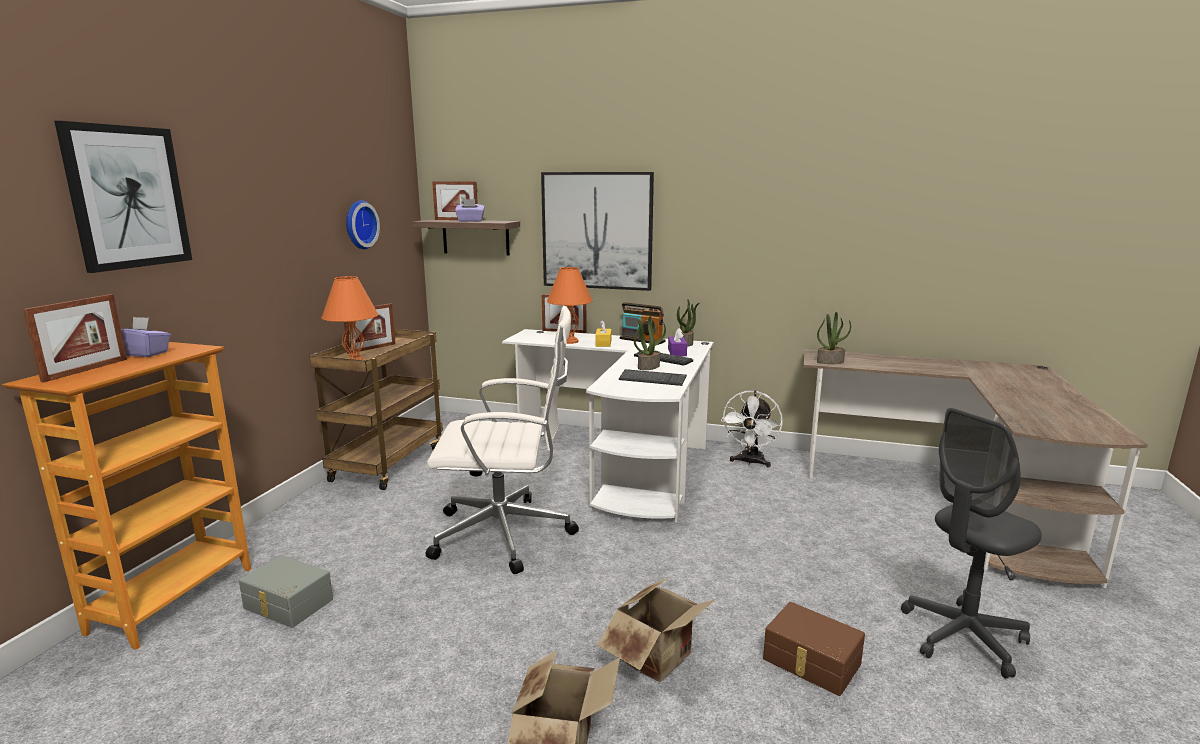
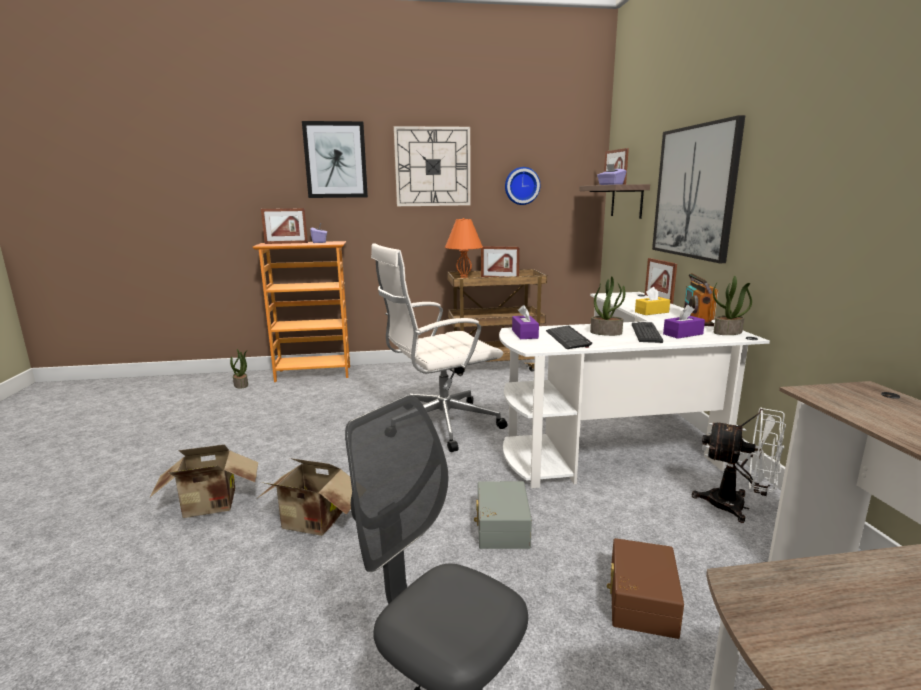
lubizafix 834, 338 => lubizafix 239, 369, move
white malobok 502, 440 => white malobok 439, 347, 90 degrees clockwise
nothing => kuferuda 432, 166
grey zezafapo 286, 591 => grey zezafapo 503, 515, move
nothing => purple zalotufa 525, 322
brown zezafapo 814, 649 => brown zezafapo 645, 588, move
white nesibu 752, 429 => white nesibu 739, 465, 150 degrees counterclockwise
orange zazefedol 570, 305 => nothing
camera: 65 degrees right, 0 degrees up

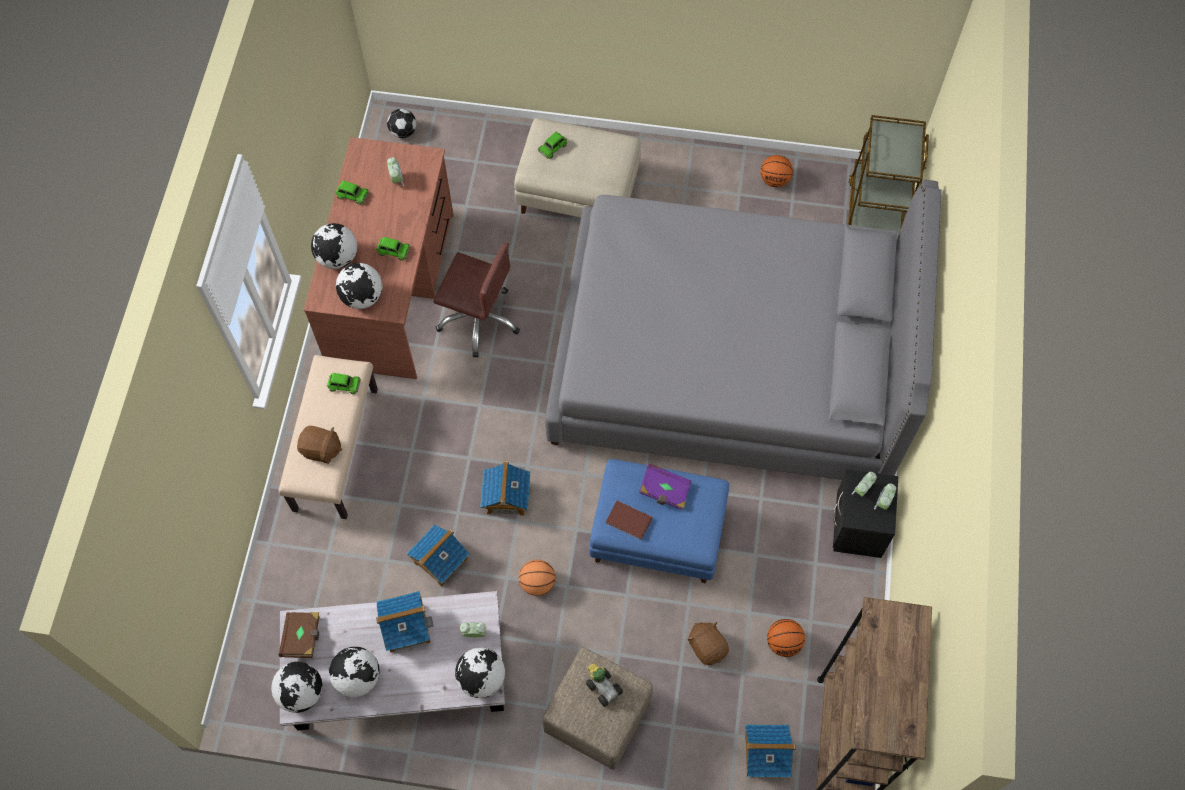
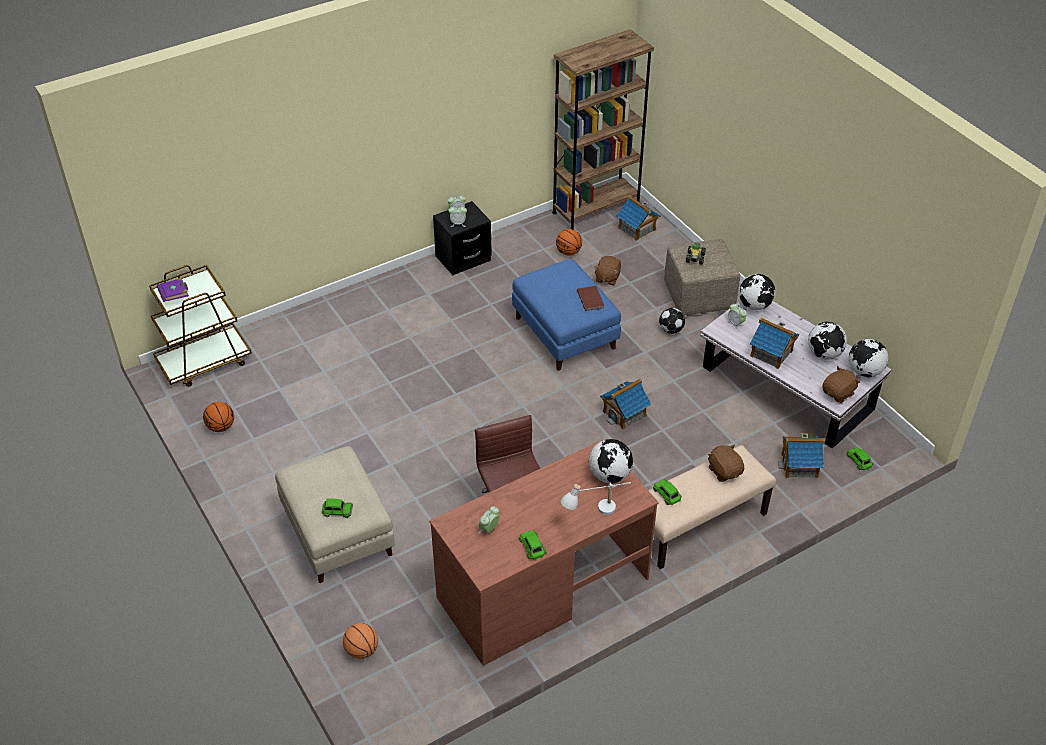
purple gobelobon 665, 486 => purple gobelobon 173, 290, move
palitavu 537, 578 => palitavu 360, 641, move
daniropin 334, 246 => white zazefedol 596, 498
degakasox 401, 123 => degakasox 672, 321, move
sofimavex 438, 555 => sofimavex 801, 455, move
brown gobelobon 299, 635 => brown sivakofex 841, 384
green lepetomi 393, 249 => green lepetomi 859, 458, move
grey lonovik 743, 330 => nothing
camera: 130 degrees left, 20 degrees down

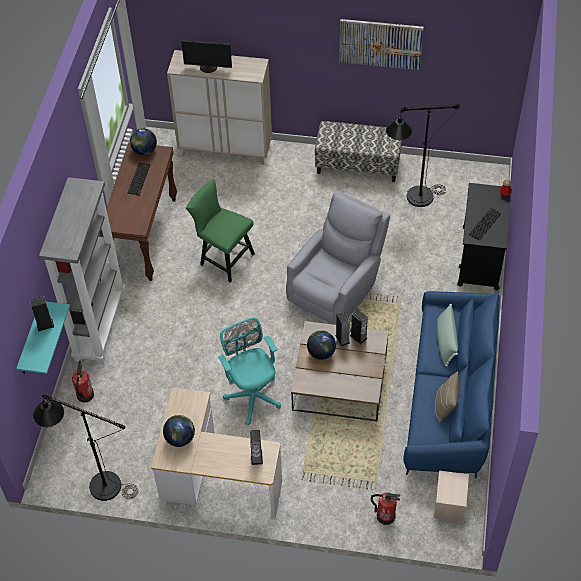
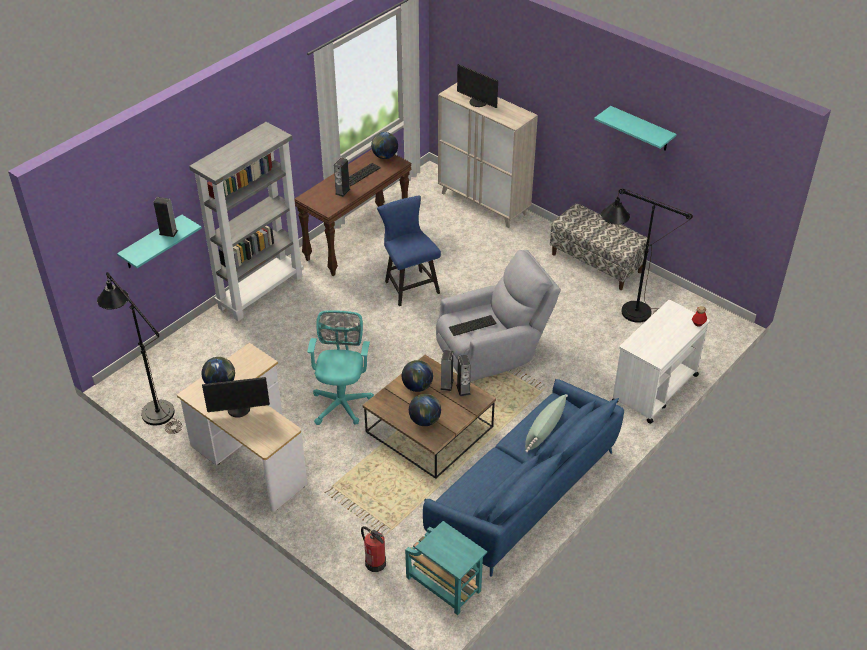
nothing => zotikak 236, 397
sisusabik 256, 447 => sisusabik 342, 177, move
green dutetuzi 220, 231 => blue dutetuzi 409, 251
beige zezafapo 451, 496 => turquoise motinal 446, 568
nothing => daniropin 425, 410
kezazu 485, 224 => kezazu 473, 325, move
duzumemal 381, 44 => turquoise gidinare 635, 128
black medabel 484, 236 => white medabel 661, 362
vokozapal 83, 381 => nothing
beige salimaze 447, 397 => nothing
camera: 30 degrees right, 10 degrees down

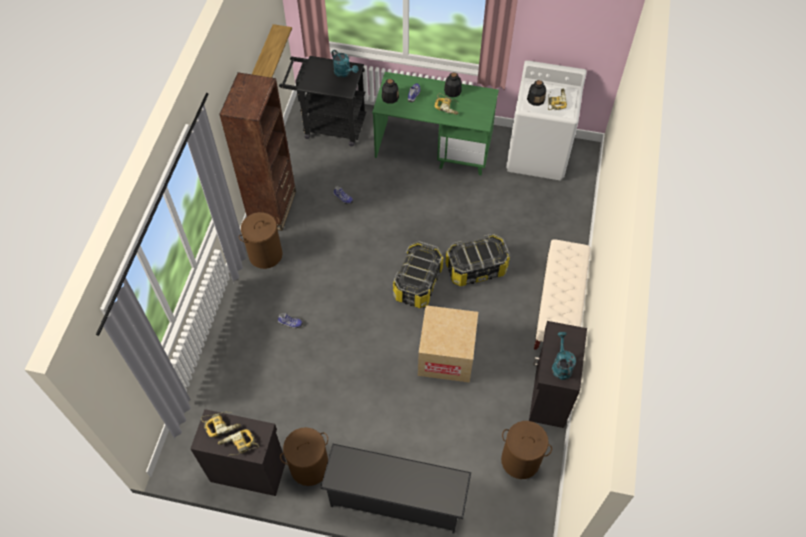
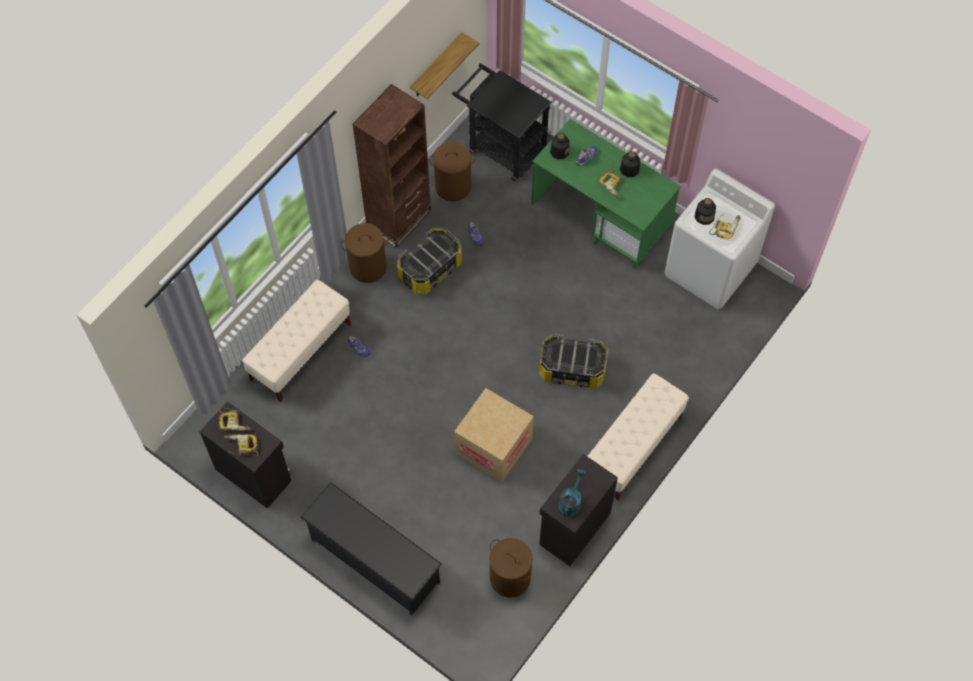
nothing => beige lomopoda 296, 341
zezafapo 418, 274 => zezafapo 429, 261, move
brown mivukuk 304, 456 => brown mivukuk 452, 171, move
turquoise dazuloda 345, 63 => nothing
camera: 25 degrees right, 5 degrees up

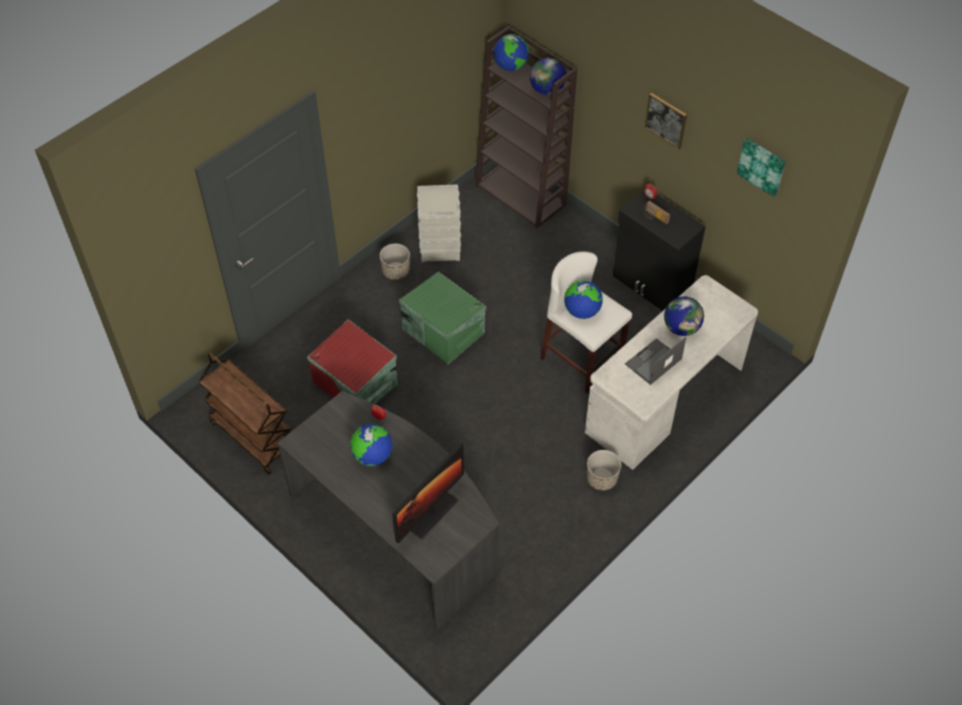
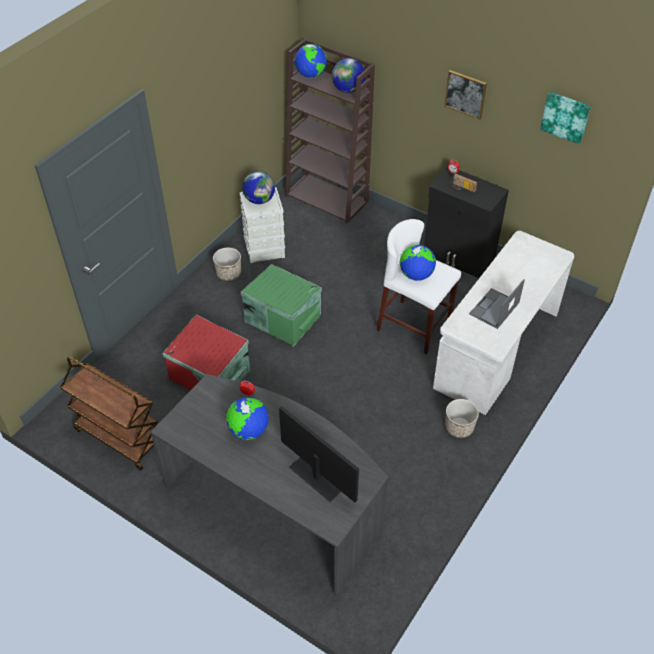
daniropin 684, 316 => daniropin 258, 187, move
zotikak 428, 493 => zotikak 319, 454, 75 degrees counterclockwise
camera: 10 degrees left, 5 degrees down

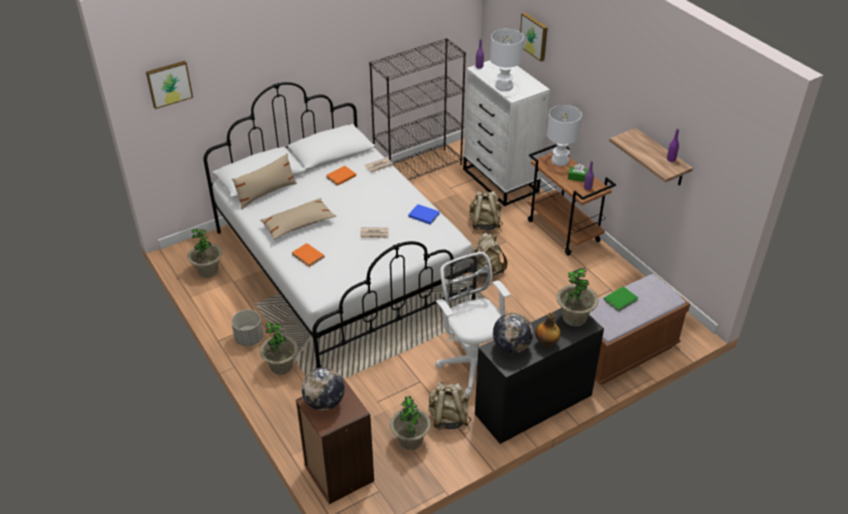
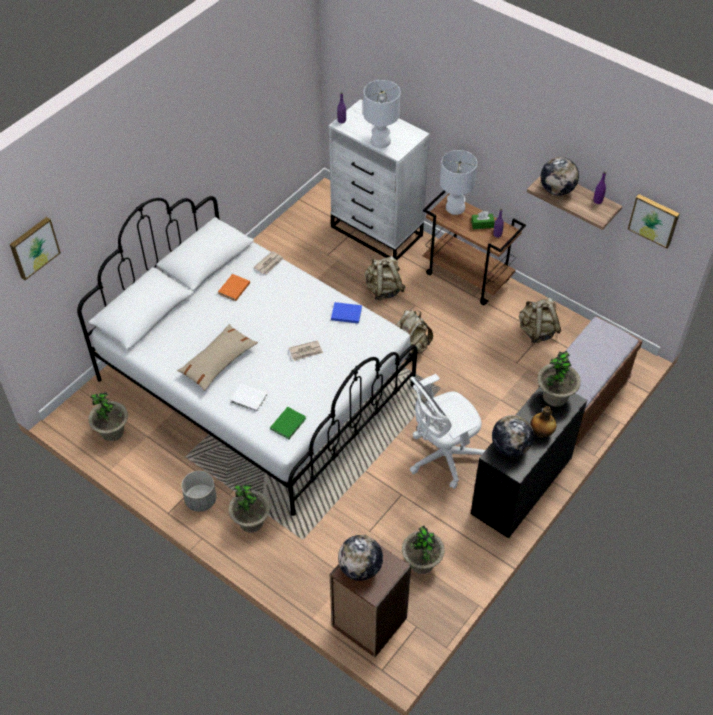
orange gobelobon 308, 255 => white gobelobon 249, 398
green gobelobon 621, 299 => green gobelobon 288, 423, move
white malobok 473, 324 => white malobok 448, 431, 75 degrees counterclockwise
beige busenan 449, 406 => beige busenan 540, 320, move
nothing => daniropin 559, 176
duzumemal 534, 36 => duzumemal 654, 221, move
beige salimaze 264, 181 => nothing
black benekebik 417, 109 => nothing
camera: 20 degrees left, 10 degrees up

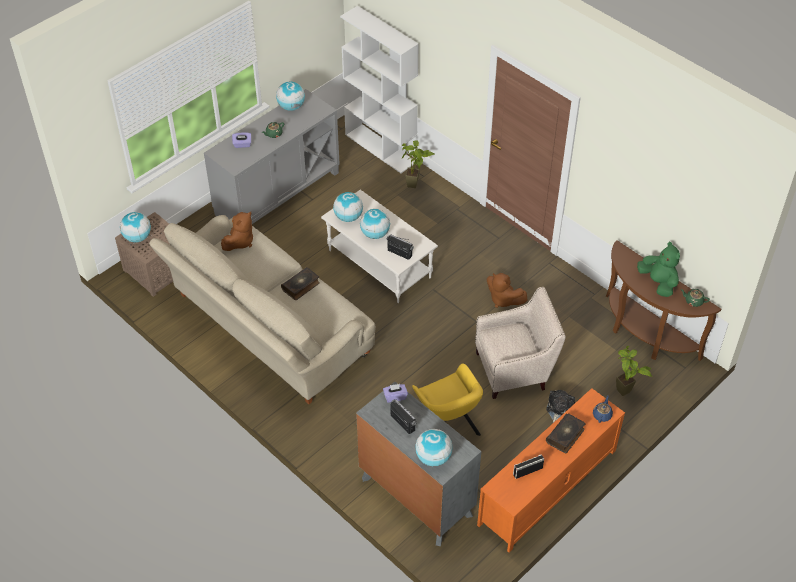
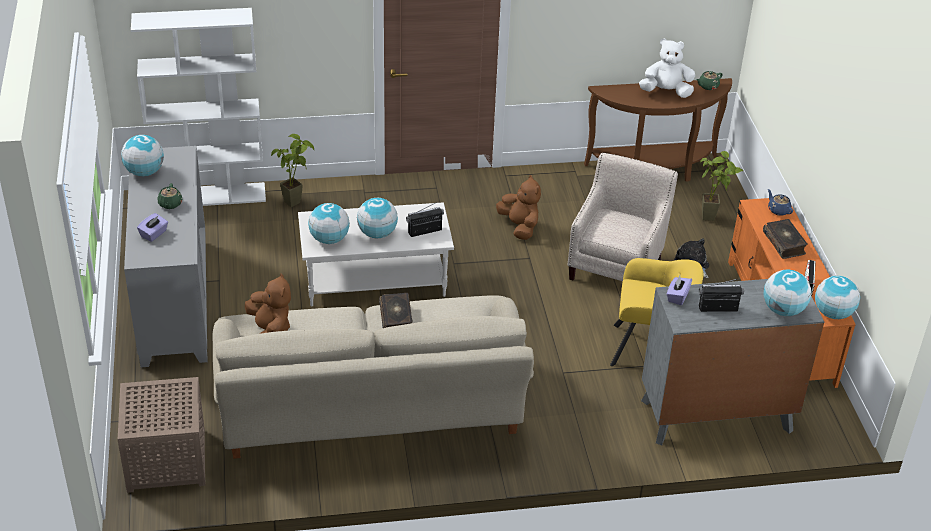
brown sivakofex 507, 290 => brown sivakofex 518, 207, 105 degrees counterclockwise
green sivakofex 658, 269 => white sivakofex 667, 68
daniropin 135, 227 => daniropin 837, 297, move
camera: 55 degrees left, 10 degrees down

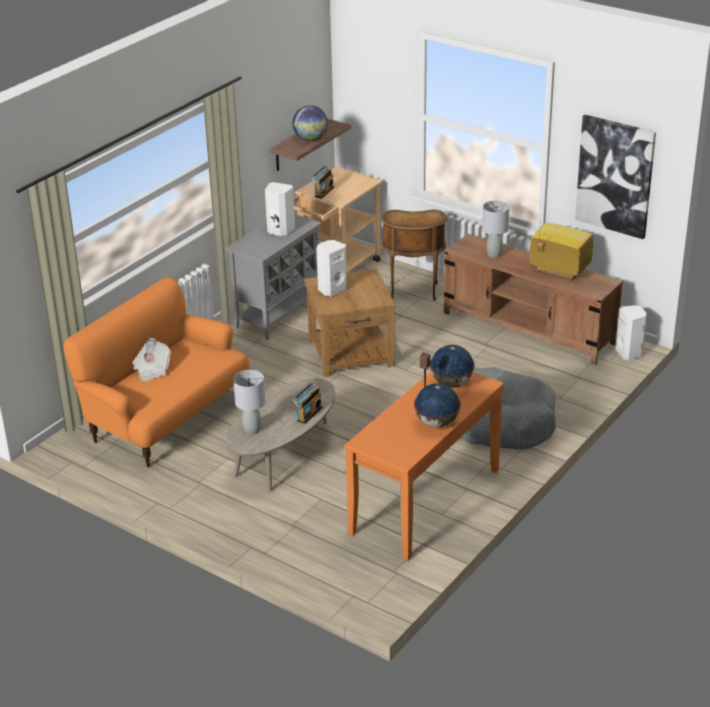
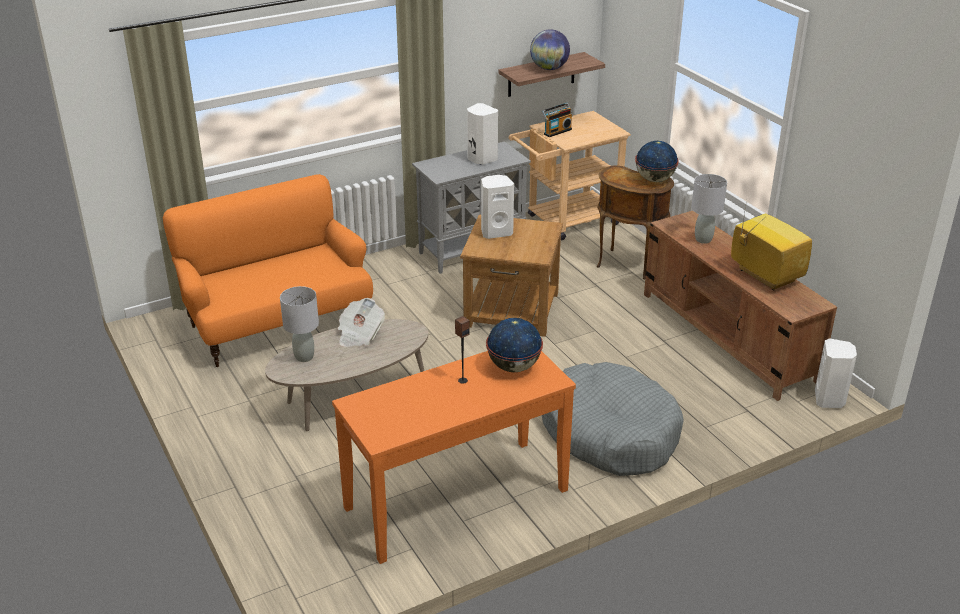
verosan 151, 359 => verosan 361, 322, move
daniropin 437, 405 => daniropin 657, 161, move
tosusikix 307, 403 => nothing
duzumemal 615, 177 => nothing
camera: 25 degrees right, 0 degrees up

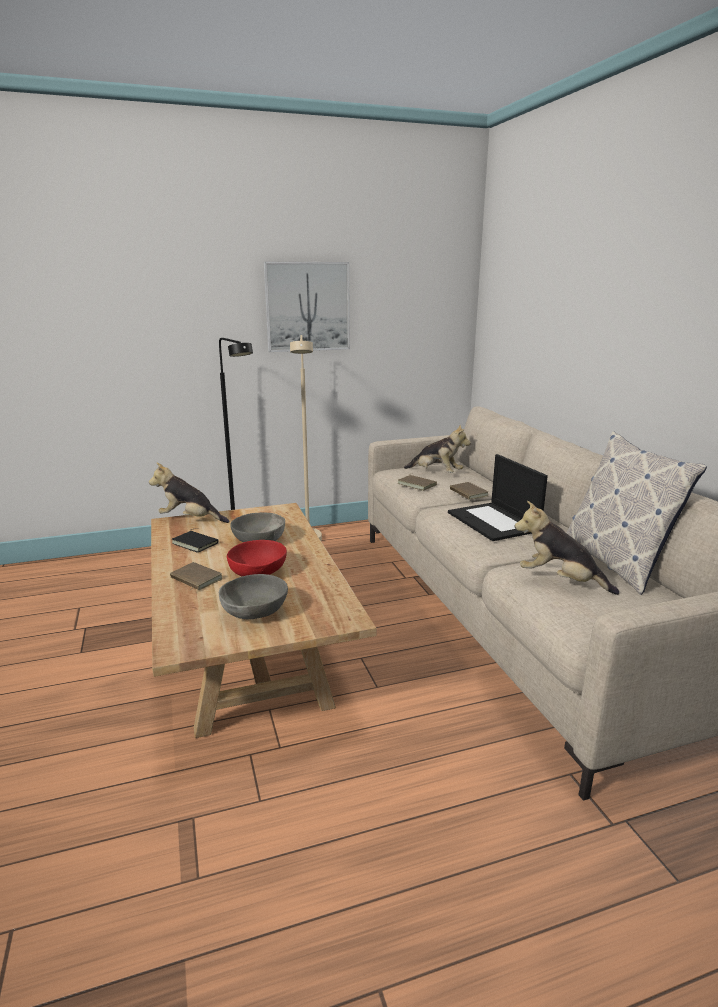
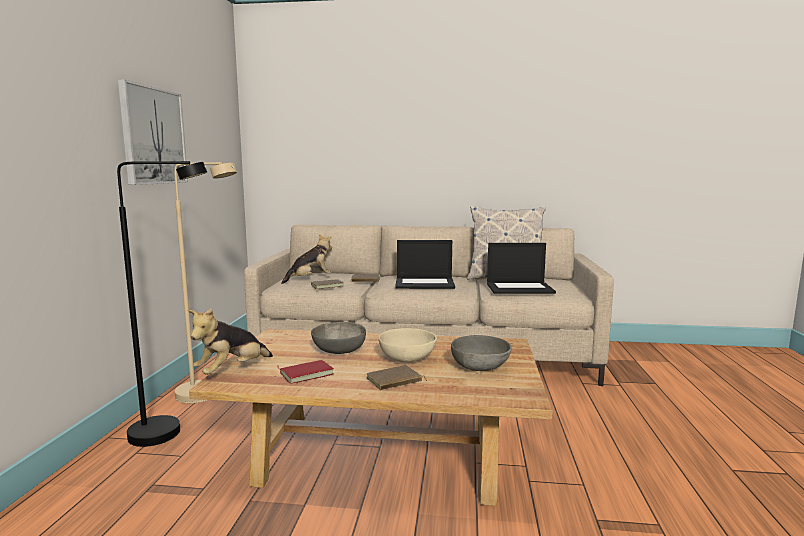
black gobelobon 195, 541 => red gobelobon 306, 372
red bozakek 257, 558 => beige bozakek 408, 345
sivakofex 567, 548 => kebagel 521, 268
camera: 65 degrees left, 10 degrees down

